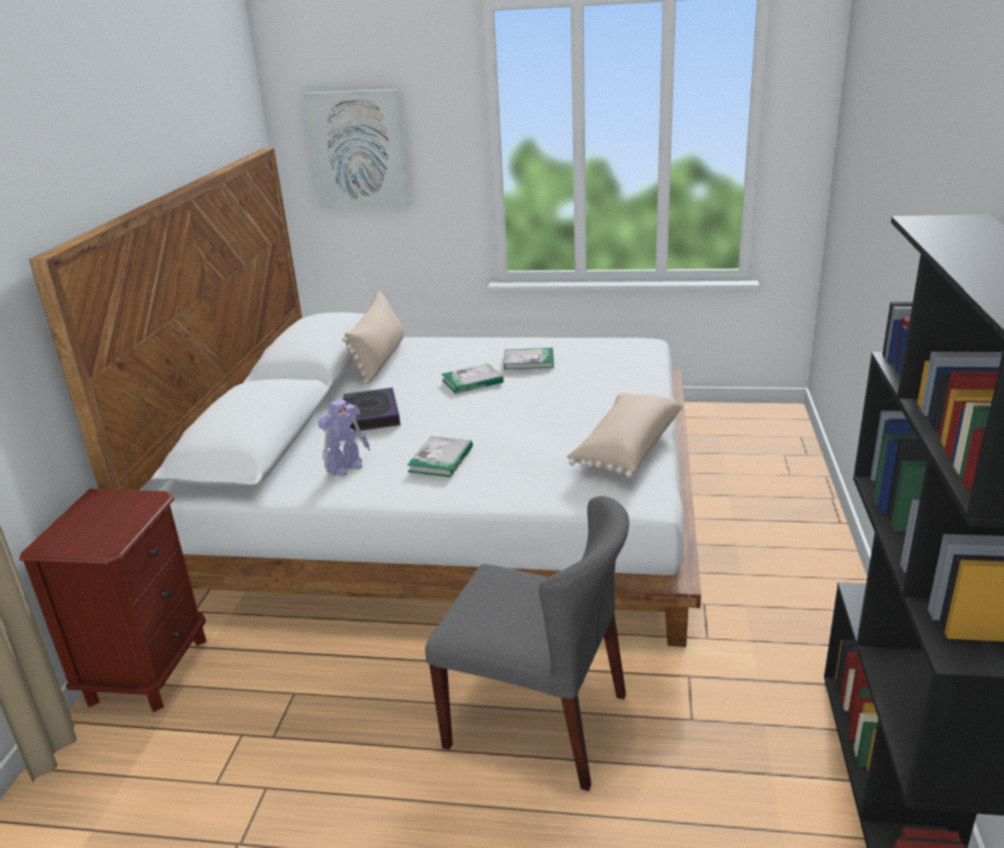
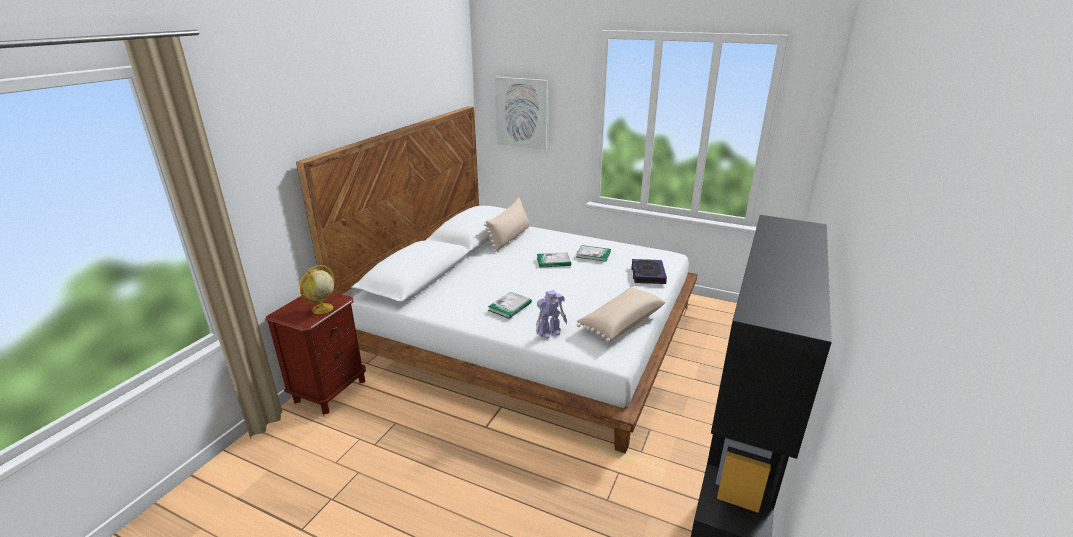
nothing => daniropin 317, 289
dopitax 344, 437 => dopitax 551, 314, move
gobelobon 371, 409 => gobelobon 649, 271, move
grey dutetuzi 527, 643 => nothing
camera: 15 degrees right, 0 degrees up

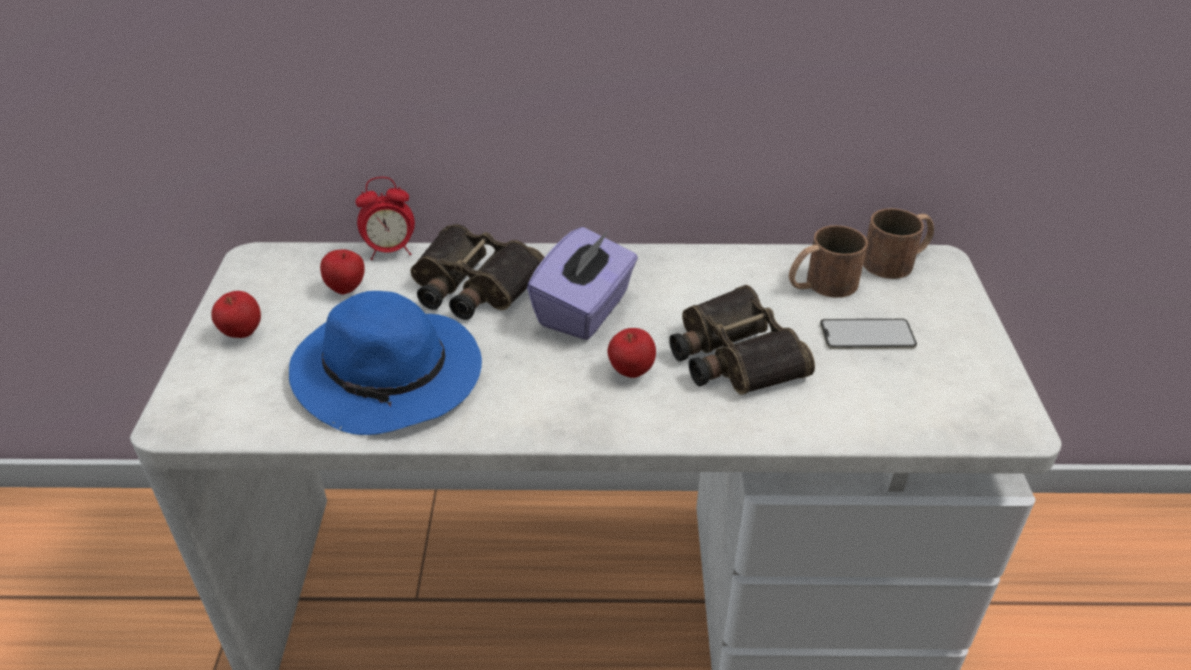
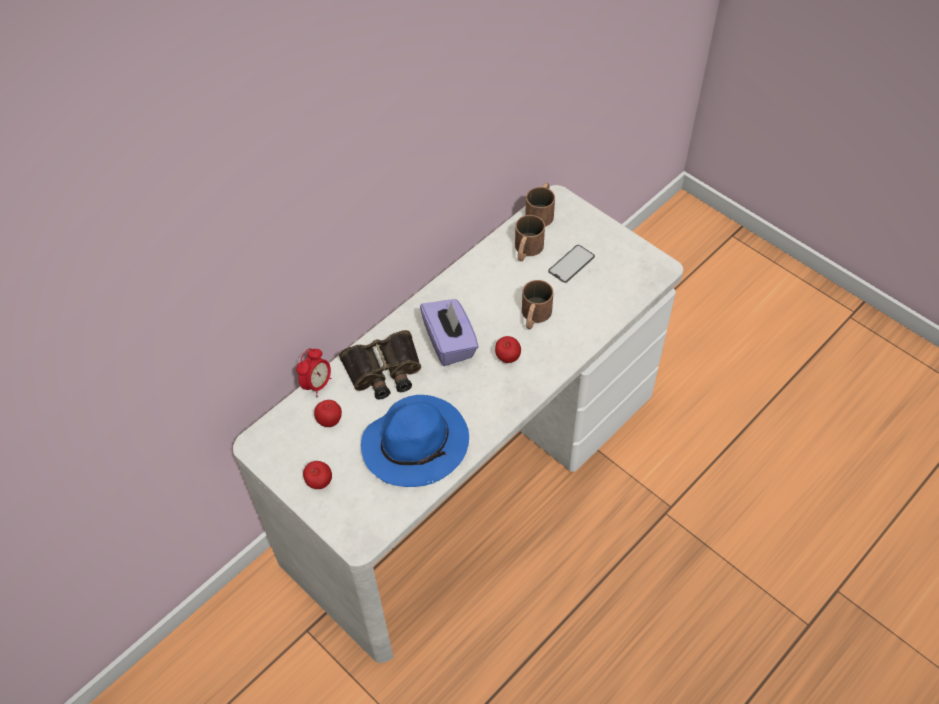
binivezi 742, 340 => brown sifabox 537, 304
camera: 45 degrees left, 15 degrees up

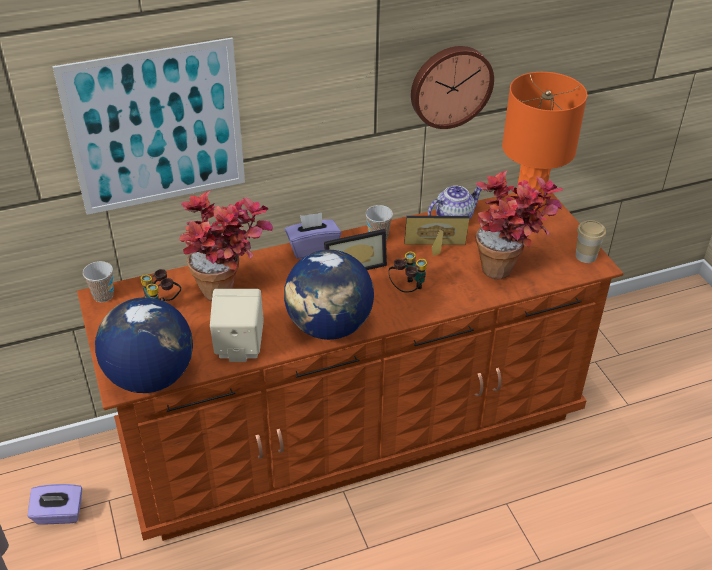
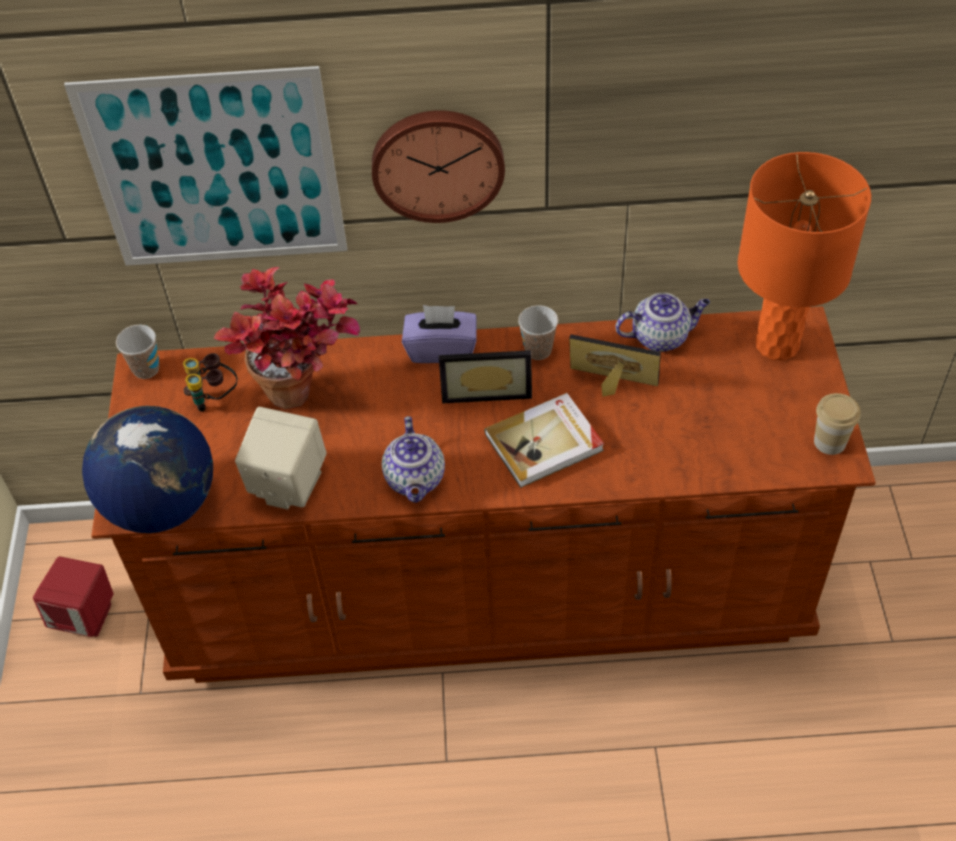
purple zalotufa 54, 504 => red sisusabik 73, 596
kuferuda 452, 87 => kuferuda 438, 166, move
daniropin 329, 295 => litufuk 413, 459
binivezi 408, 272 => gobelobon 544, 440
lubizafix 519, 225 => nothing
camera: 20 degrees right, 10 degrees up

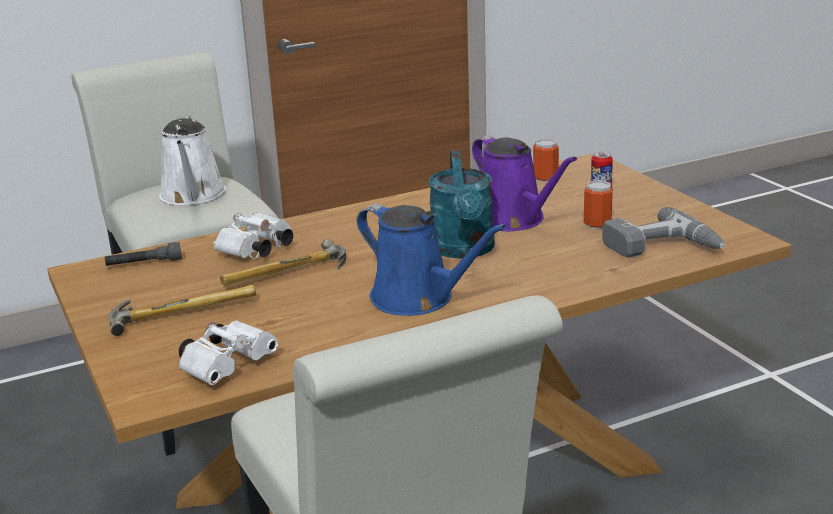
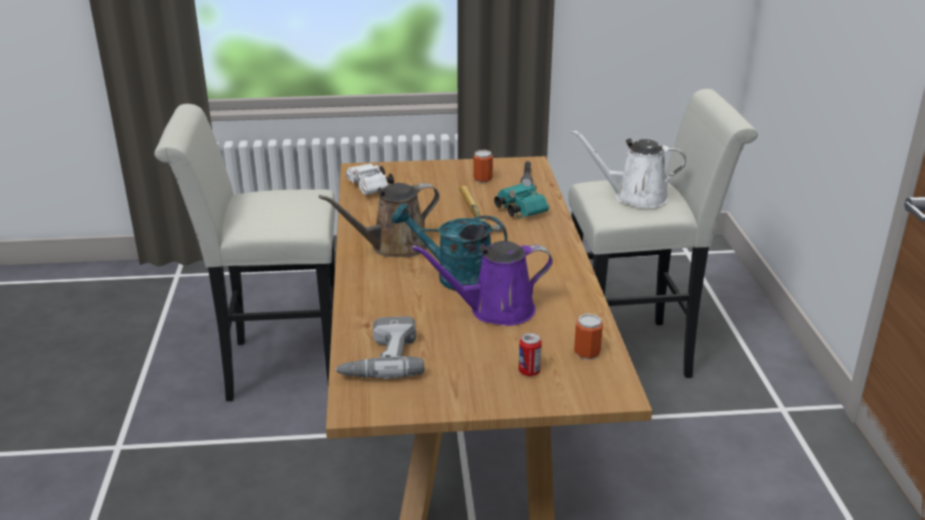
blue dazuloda 431, 260 => brown dazuloda 379, 220
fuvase 598, 204 => fuvase 483, 166, move
white binivezi 253, 235 => turquoise binivezi 521, 200
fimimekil 182, 310 => nothing
camera: 110 degrees right, 5 degrees up

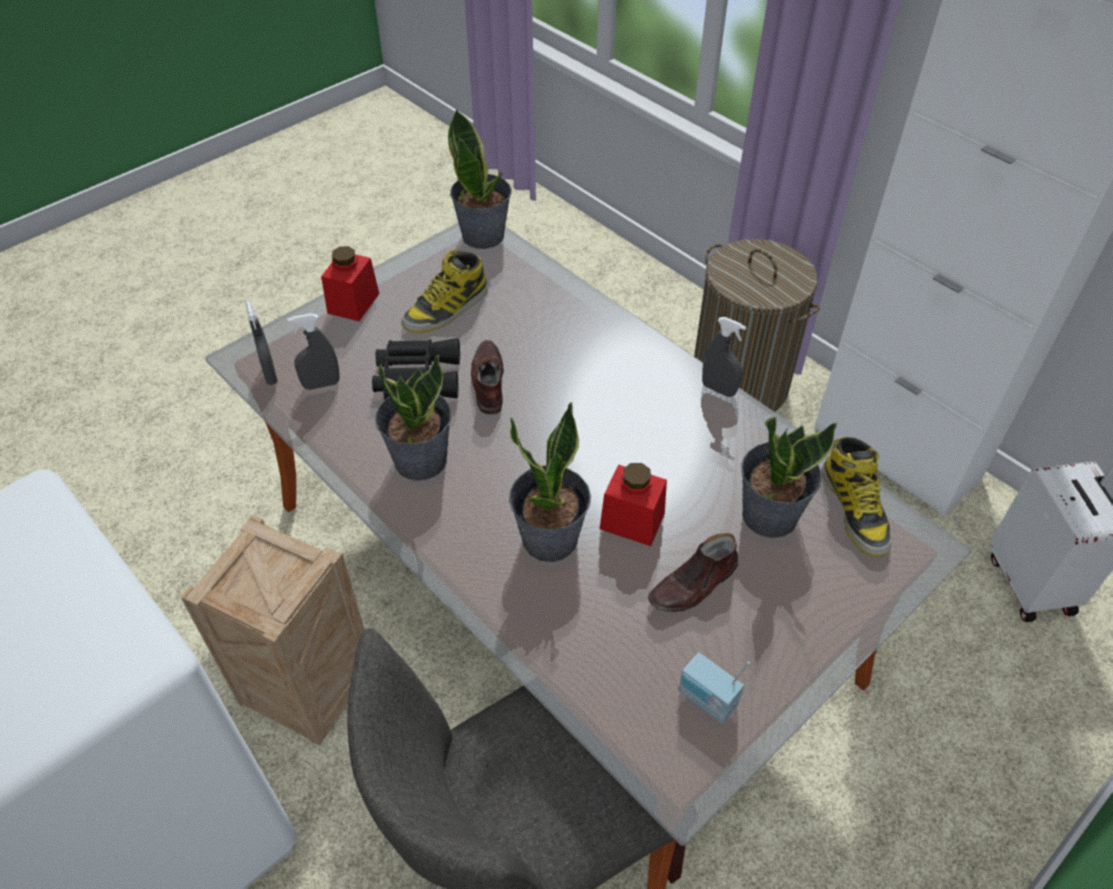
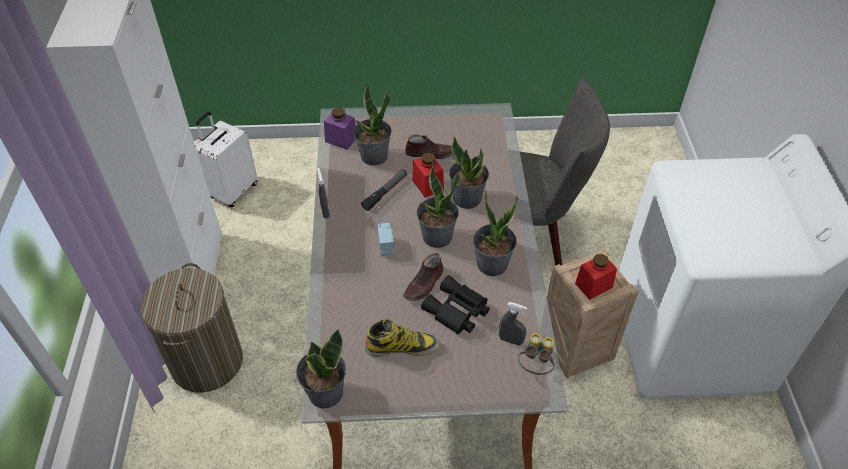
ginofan 856, 497 => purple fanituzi 340, 129
nothing => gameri 384, 190
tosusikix 714, 688 => tosusikix 385, 231, move
nothing => lubizafix 438, 205
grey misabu 262, 342 => binivezi 536, 354
red fanituzi 350, 283 => red fanituzi 596, 277, move
camera: 140 degrees left, 0 degrees up

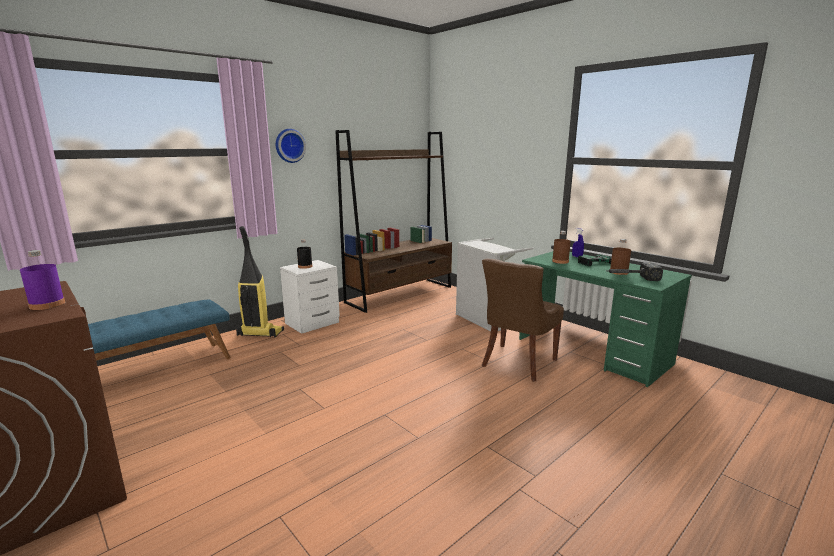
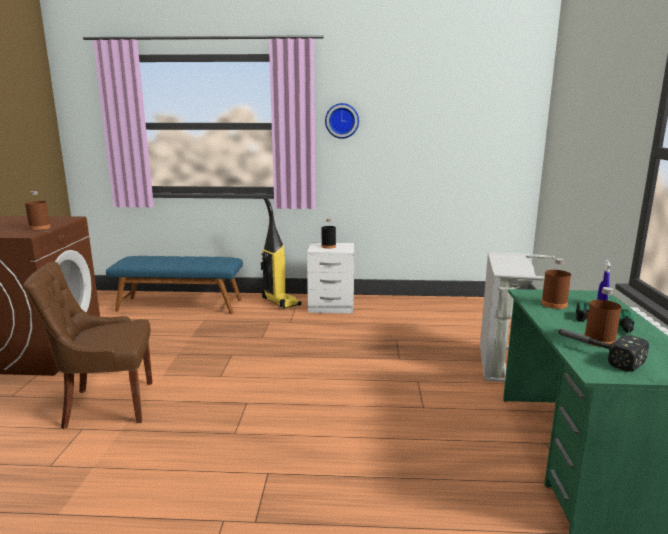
brown dutetuzi 523, 320 => brown dutetuzi 88, 345, move
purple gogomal 42, 280 => brown gogomal 38, 210
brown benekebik 393, 221 => nothing
camera: 45 degrees right, 0 degrees up

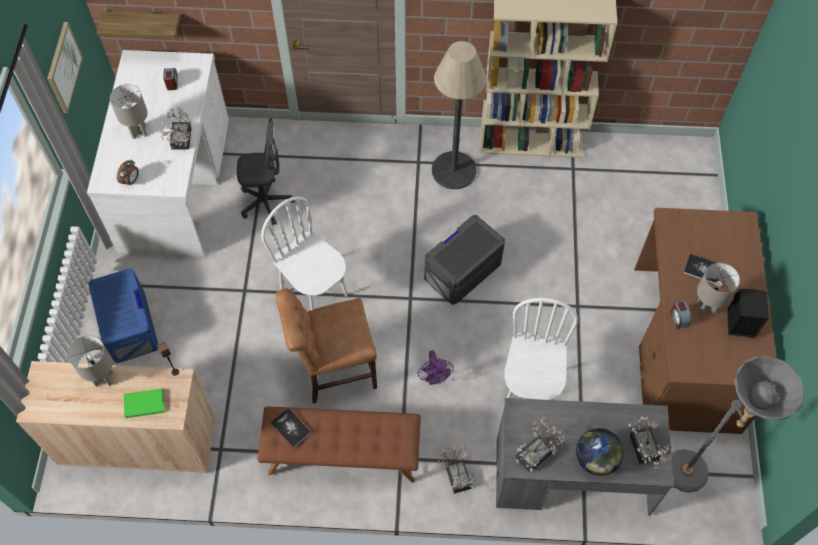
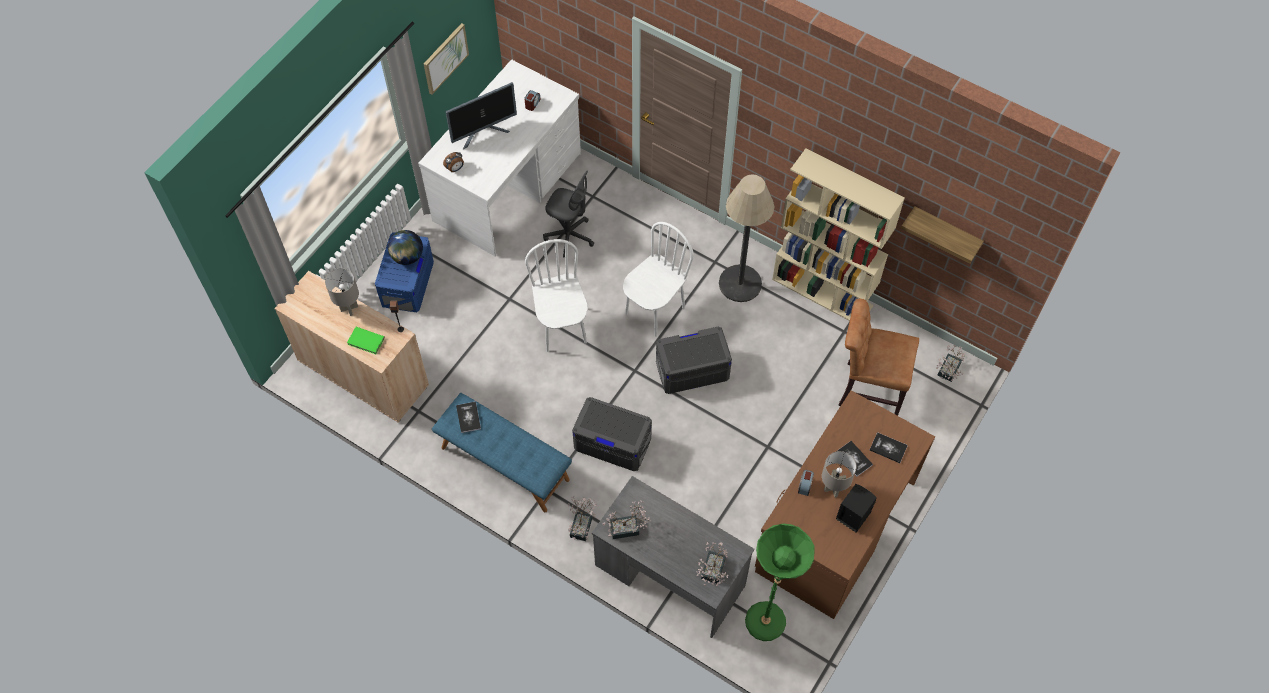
daniropin 600, 452 => daniropin 405, 247, move
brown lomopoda 339, 444 => blue lomopoda 502, 453
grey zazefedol 129, 111 => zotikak 481, 115
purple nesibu 436, 367 => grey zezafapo 612, 434
white dutetuzi 540, 353 => white dutetuzi 658, 279, move
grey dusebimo 738, 424 => green dusebimo 779, 582
brown dutetuzi 326, 345 => brown dutetuzi 878, 357, move
nothing => gobelobon 889, 447
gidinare 138, 25 => gidinare 942, 235, move
lubizafix 176, 128 => lubizafix 950, 363, move
camera: 30 degrees right, 0 degrees up

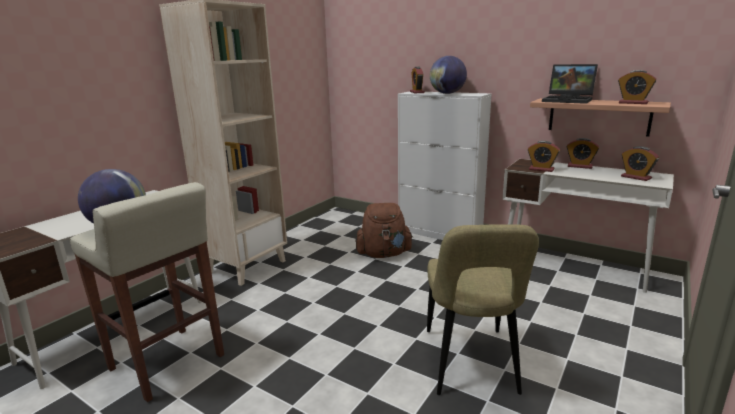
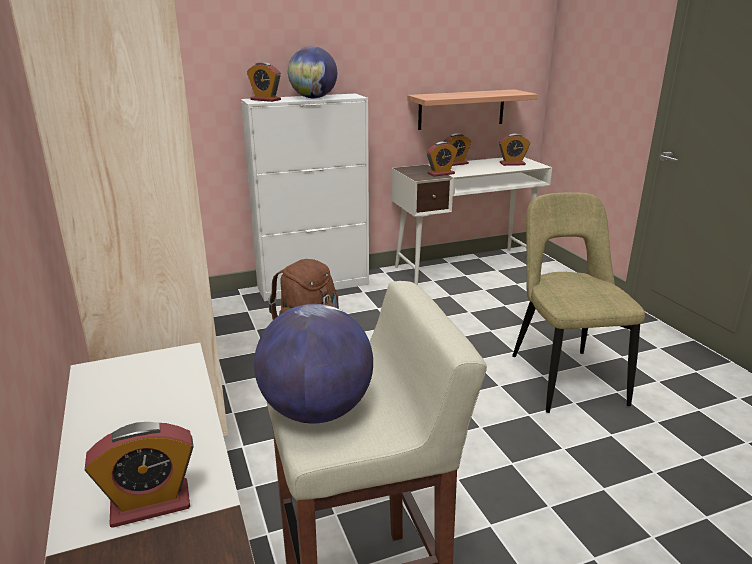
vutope 637, 87 => vutope 139, 475, move
beige dutetuzi 483, 310 => beige dutetuzi 578, 302, 135 degrees counterclockwise
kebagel 570, 84 => nothing
camera: 55 degrees left, 5 degrees up

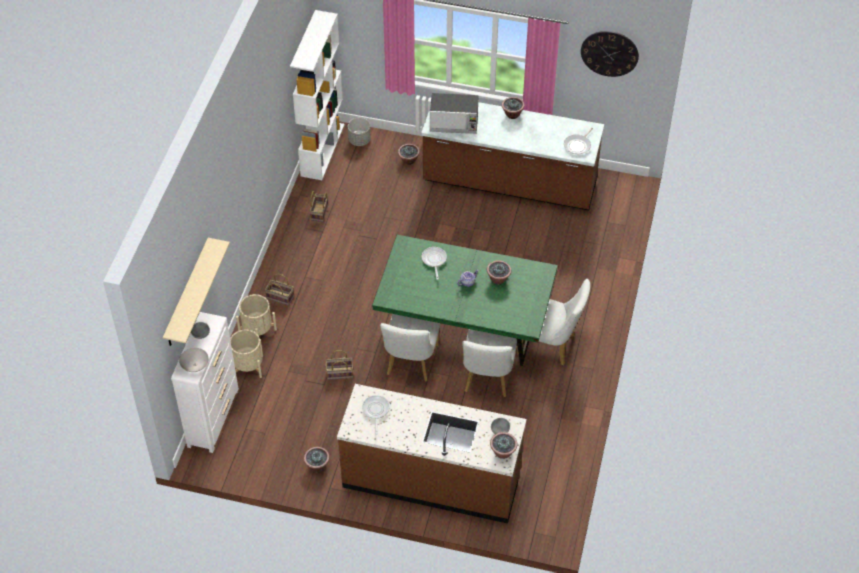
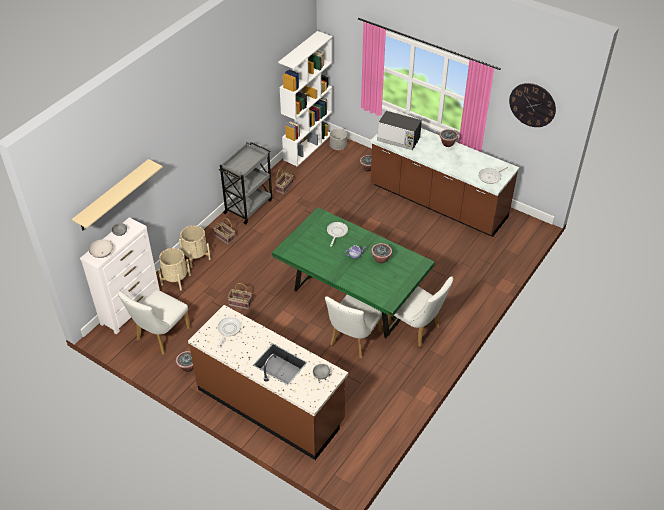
white dutetuzi 410, 348 => white dutetuzi 154, 321, move
nothing => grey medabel 245, 183
lubizafix 503, 445 => nothing
camera: 20 degrees right, 5 degrees down

